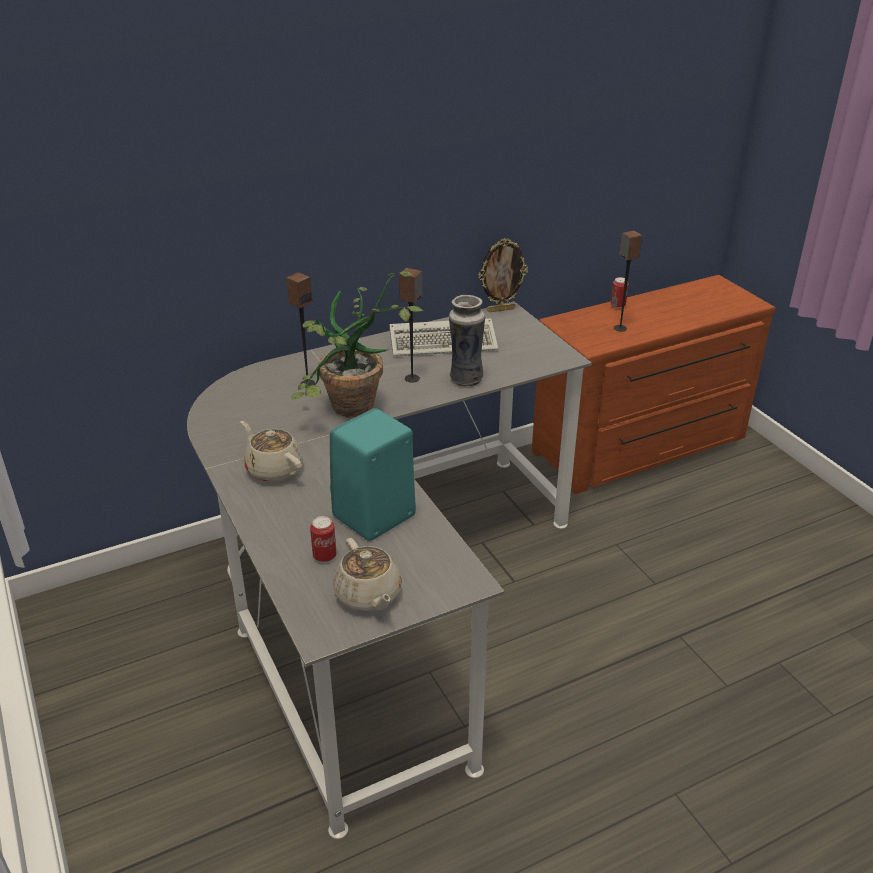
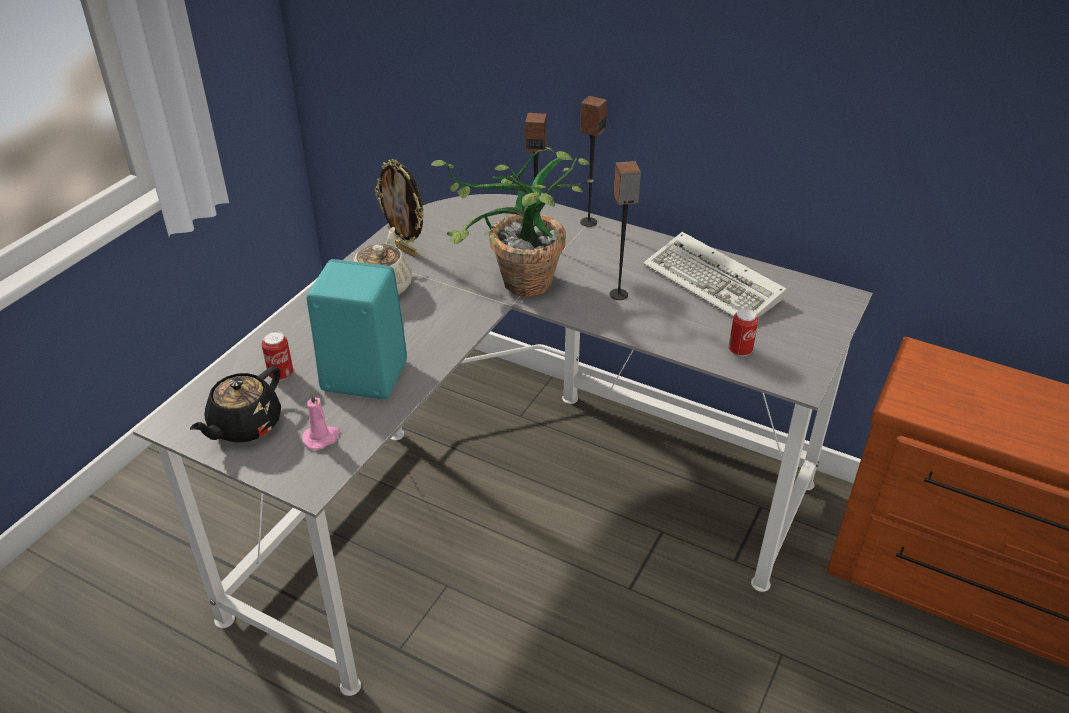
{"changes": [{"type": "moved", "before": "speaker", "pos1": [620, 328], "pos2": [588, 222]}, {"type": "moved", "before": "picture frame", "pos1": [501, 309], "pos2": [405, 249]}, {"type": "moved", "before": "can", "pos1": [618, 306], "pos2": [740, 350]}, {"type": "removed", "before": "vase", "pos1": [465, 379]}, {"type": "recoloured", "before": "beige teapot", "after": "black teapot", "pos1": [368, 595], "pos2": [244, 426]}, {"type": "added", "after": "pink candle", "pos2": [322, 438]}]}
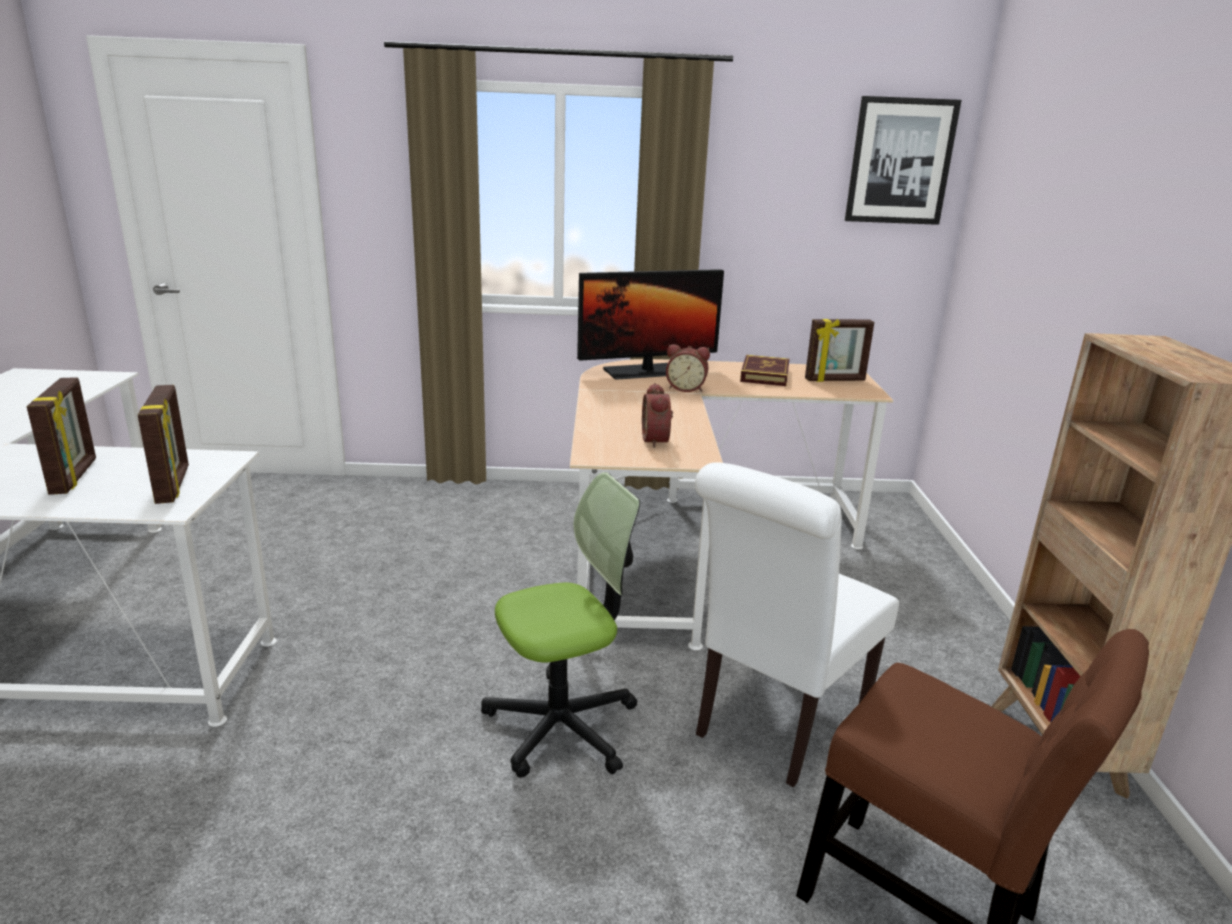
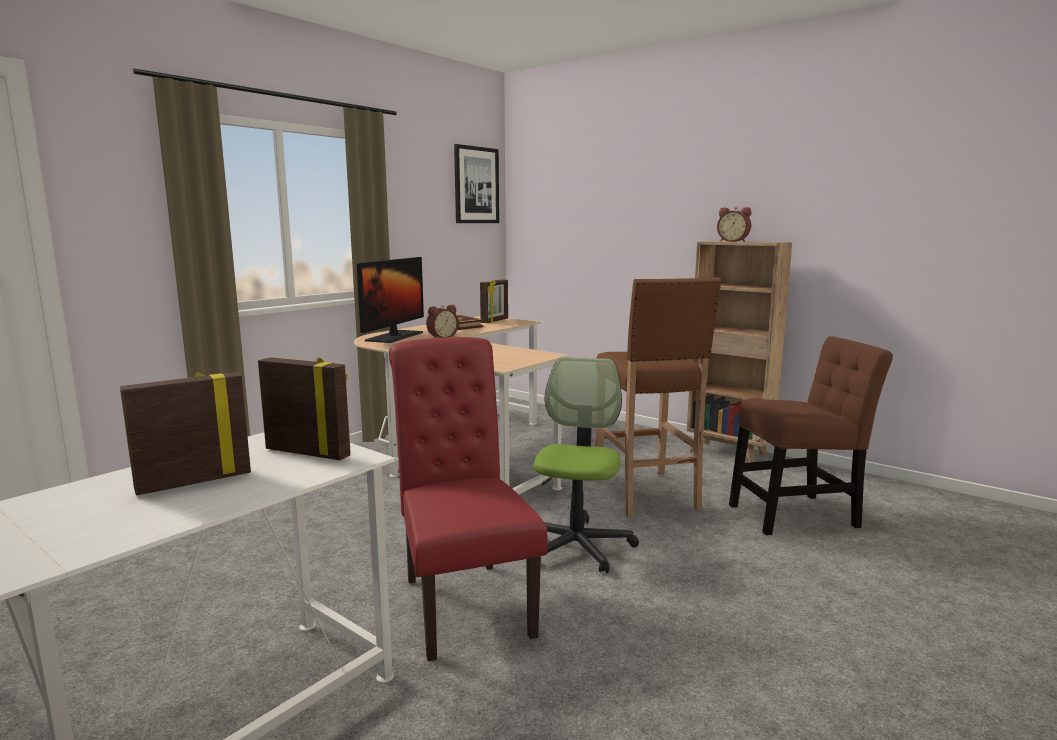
{"changes": [{"type": "turned", "before": "picture frame", "pos1": [75, 477], "pos2": [194, 481], "turn": -60}, {"type": "moved", "before": "alarm clock", "pos1": [658, 440], "pos2": [733, 241]}, {"type": "replaced", "before": "white chair", "after": "brown stool", "pos1": [776, 723], "pos2": [646, 494]}, {"type": "added", "after": "red chair", "pos2": [463, 601]}]}
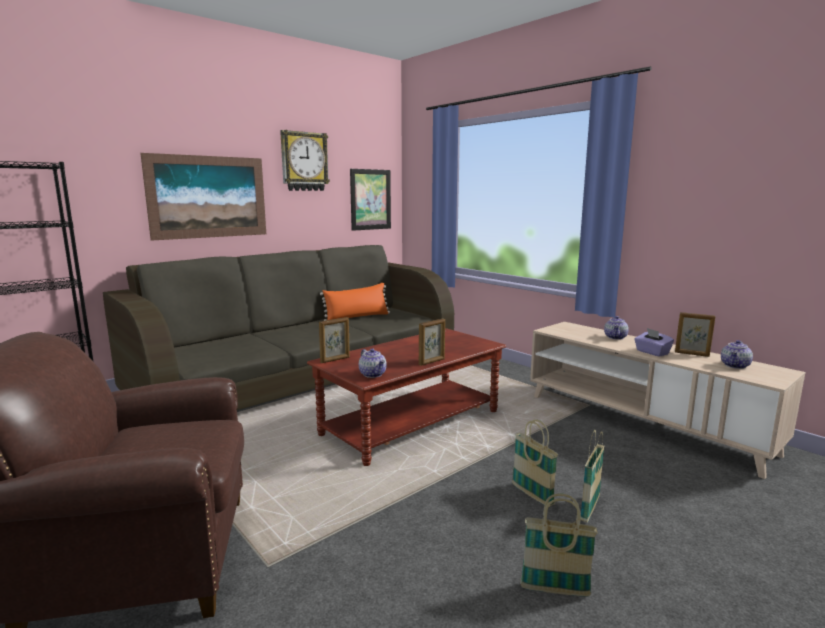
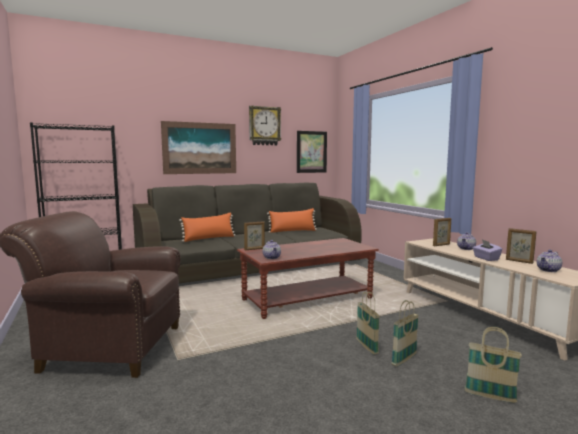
{"changes": [{"type": "moved", "before": "picture frame", "pos1": [432, 362], "pos2": [441, 245]}, {"type": "moved", "before": "basket", "pos1": [555, 590], "pos2": [490, 396]}, {"type": "added", "after": "orange pillow", "pos2": [209, 238]}]}
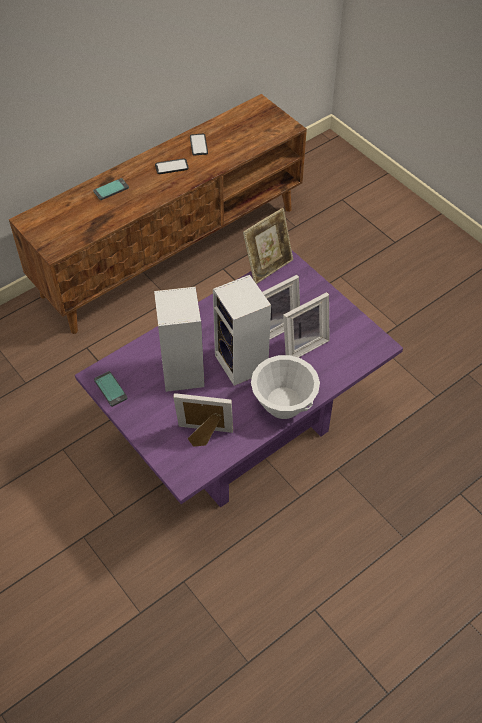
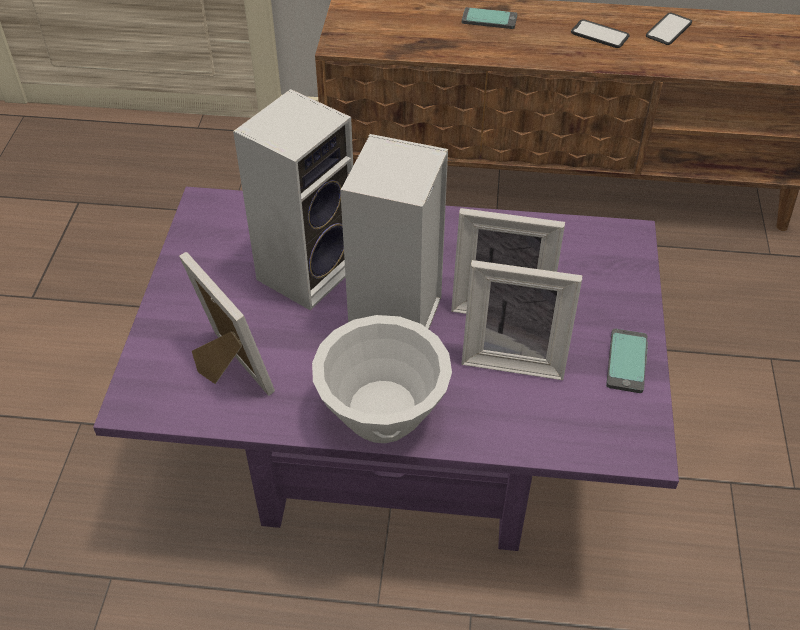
{"changes": [{"type": "removed", "before": "picture frame", "pos1": [268, 266]}, {"type": "moved", "before": "phone", "pos1": [111, 389], "pos2": [627, 361]}]}
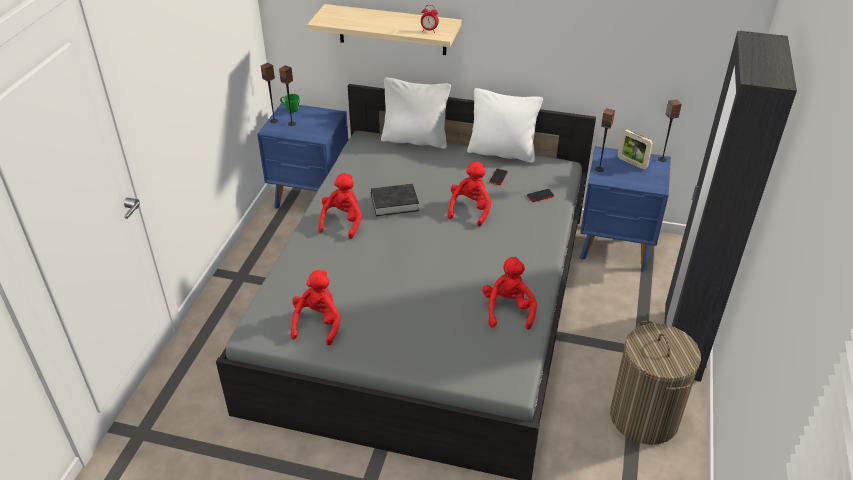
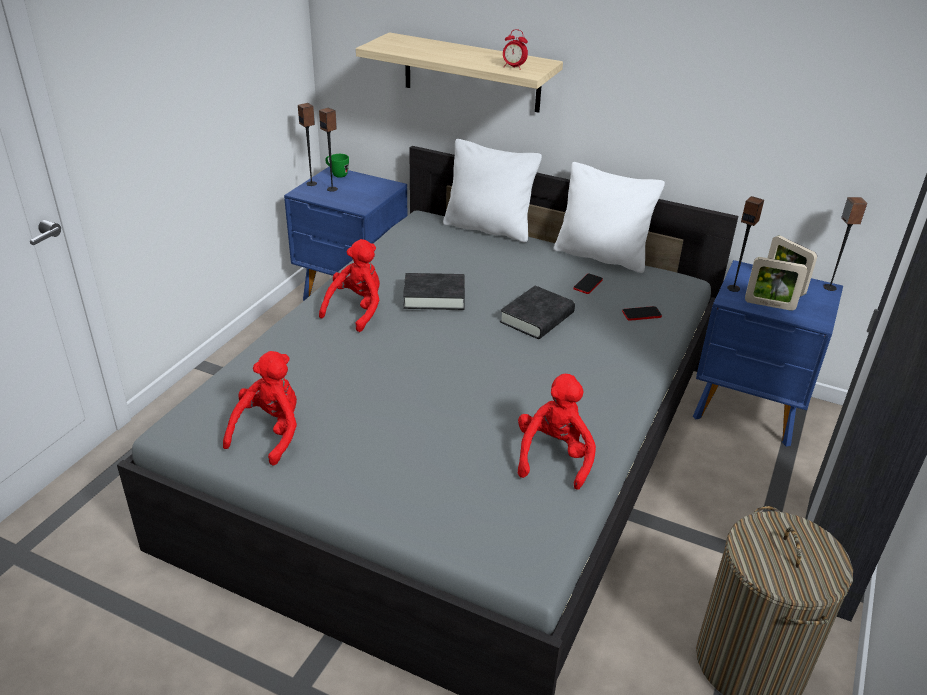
{"changes": [{"type": "replaced", "before": "red plush toy", "after": "black book", "pos1": [470, 209], "pos2": [537, 318]}, {"type": "added", "after": "picture frame", "pos2": [769, 305]}]}
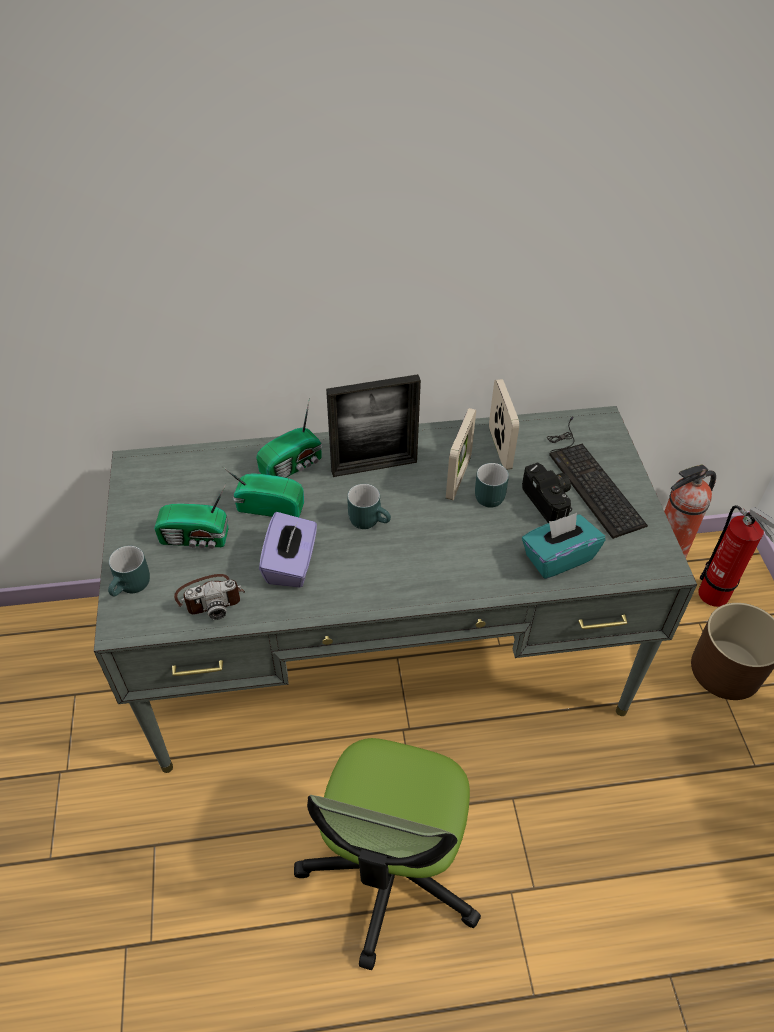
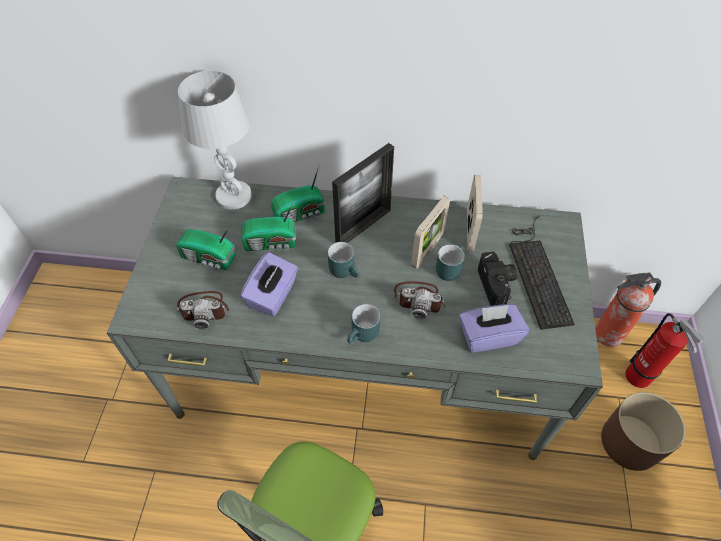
{"changes": [{"type": "turned", "before": "picture frame", "pos1": [374, 466], "pos2": [363, 227], "turn": -45}, {"type": "turned", "before": "radio", "pos1": [269, 506], "pos2": [272, 243], "turn": 150}, {"type": "recoloured", "before": "turquoise tissue box", "after": "purple tissue box", "pos1": [558, 557], "pos2": [488, 336]}, {"type": "moved", "before": "turquoise mug", "pos1": [132, 587], "pos2": [364, 336]}, {"type": "added", "after": "white table lamp", "pos2": [234, 196]}, {"type": "added", "after": "photo camera", "pos2": [419, 299]}]}
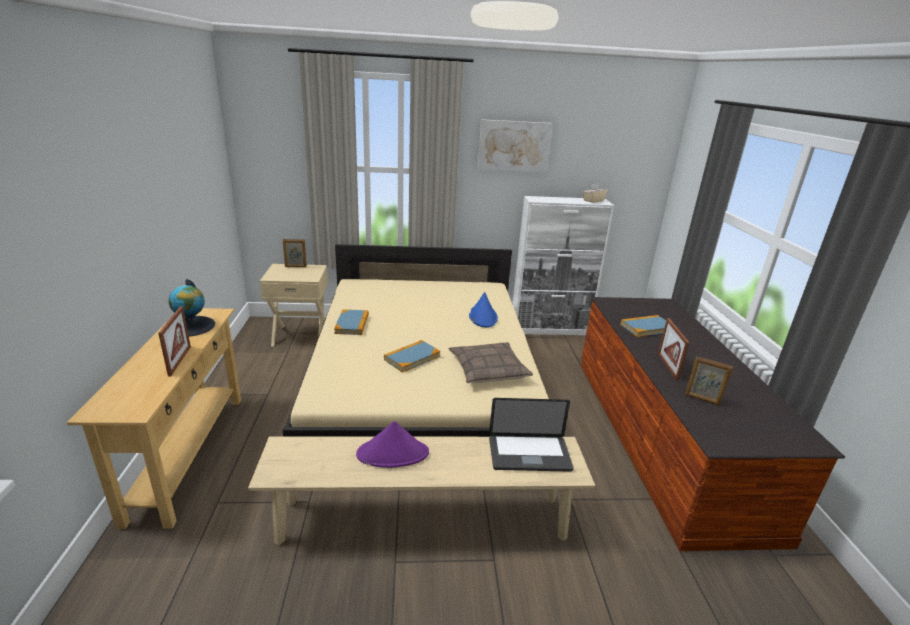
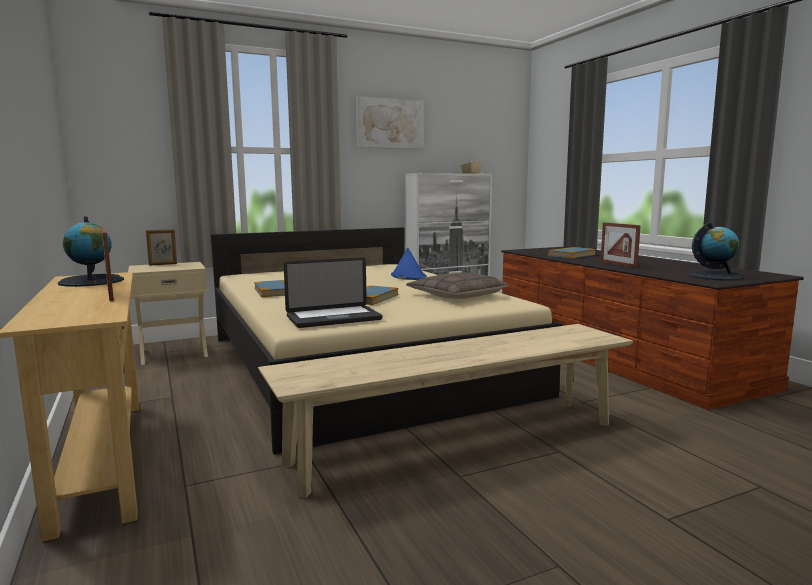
{"changes": [{"type": "removed", "before": "picture frame", "pos1": [702, 399]}, {"type": "moved", "before": "laptop", "pos1": [529, 454], "pos2": [334, 318]}, {"type": "removed", "before": "purple hat", "pos1": [393, 454]}, {"type": "added", "after": "globe", "pos2": [715, 276]}]}
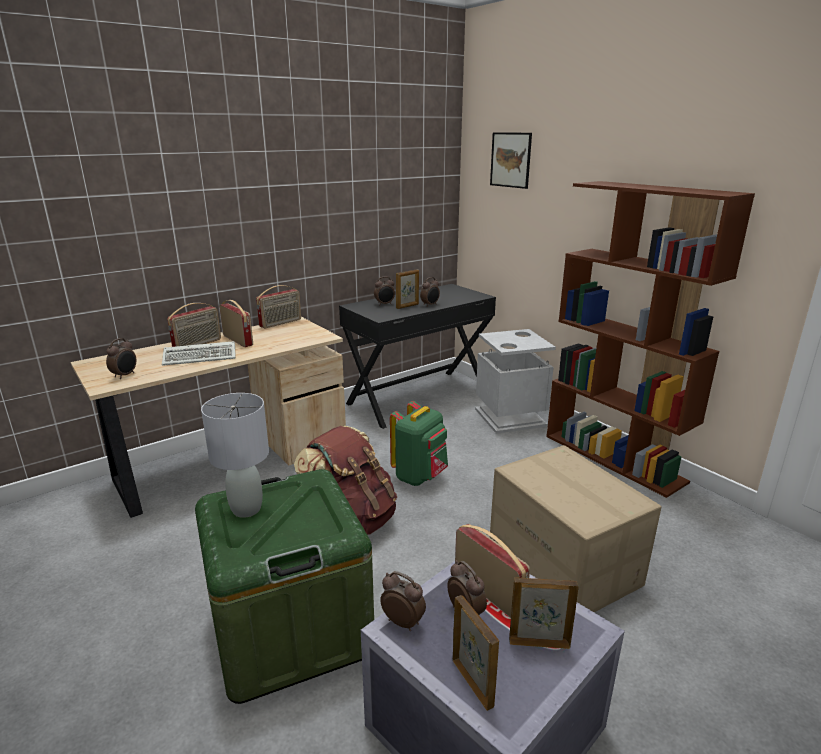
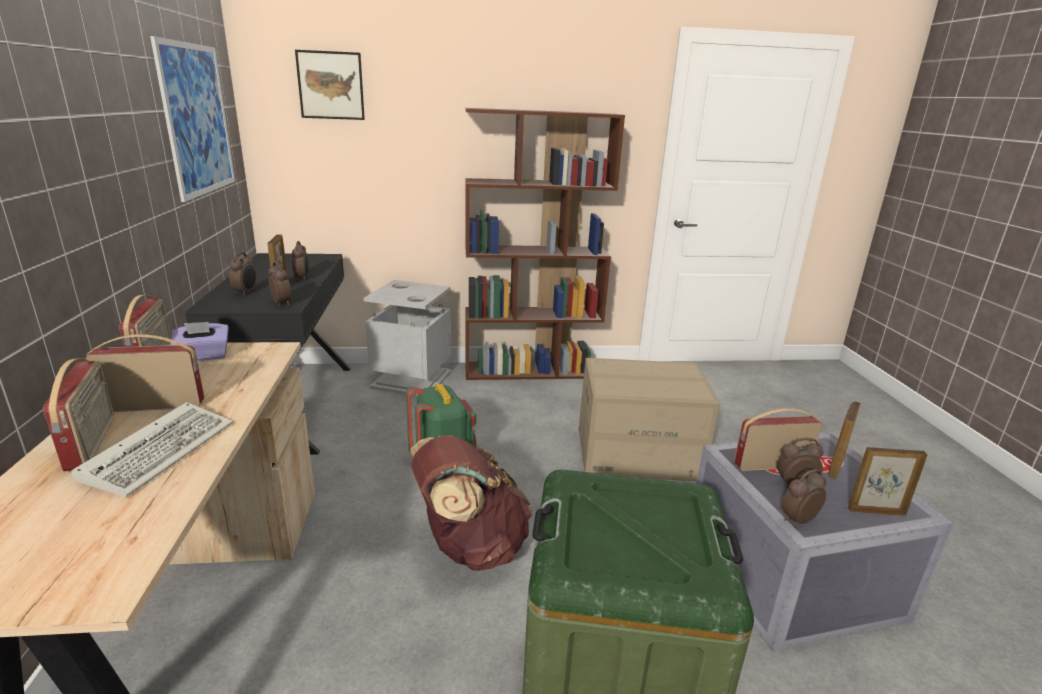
{"changes": [{"type": "moved", "before": "alarm clock", "pos1": [125, 375], "pos2": [282, 303]}, {"type": "removed", "before": "grey table lamp", "pos1": [246, 509]}, {"type": "added", "after": "picture", "pos2": [197, 119]}, {"type": "added", "after": "purple tissue box", "pos2": [203, 356]}]}
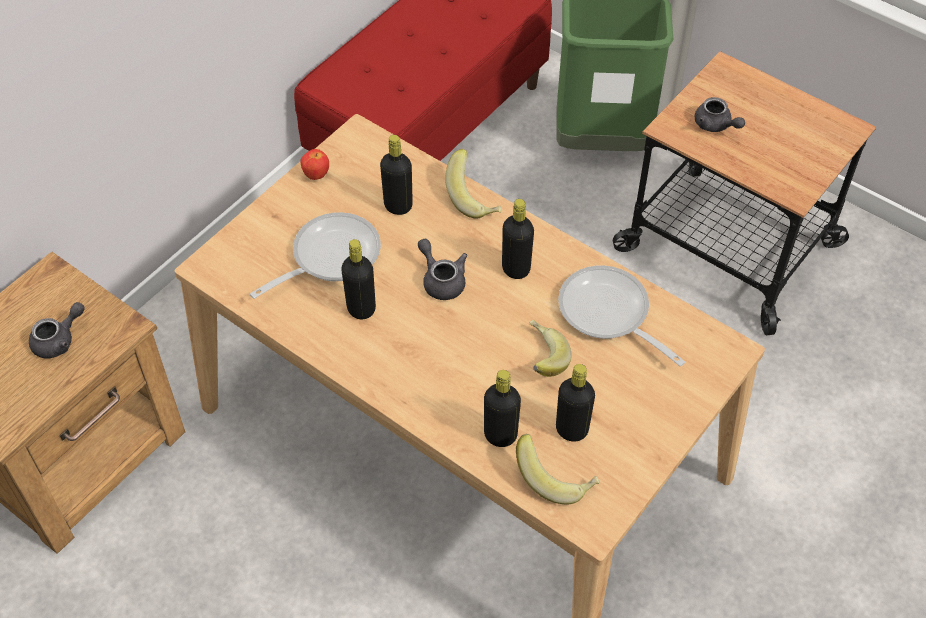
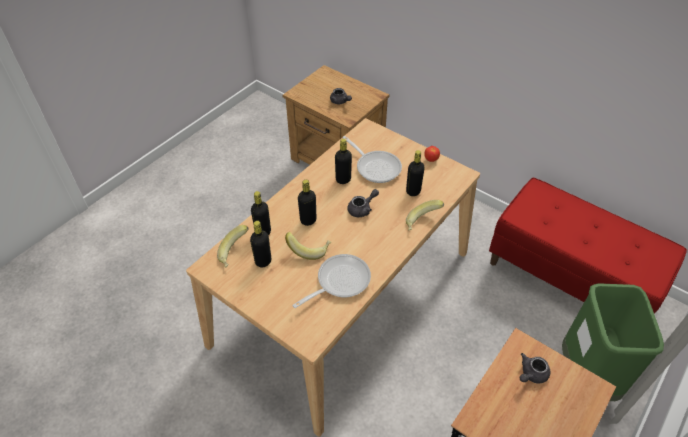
{"changes": [{"type": "moved", "before": "black bottle", "pos1": [516, 269], "pos2": [308, 220]}]}
